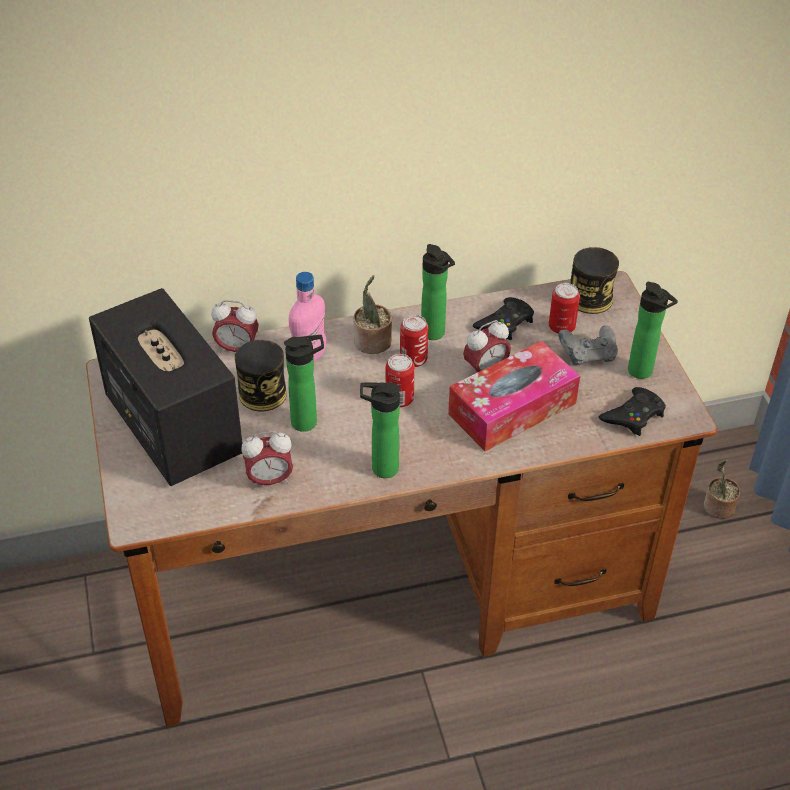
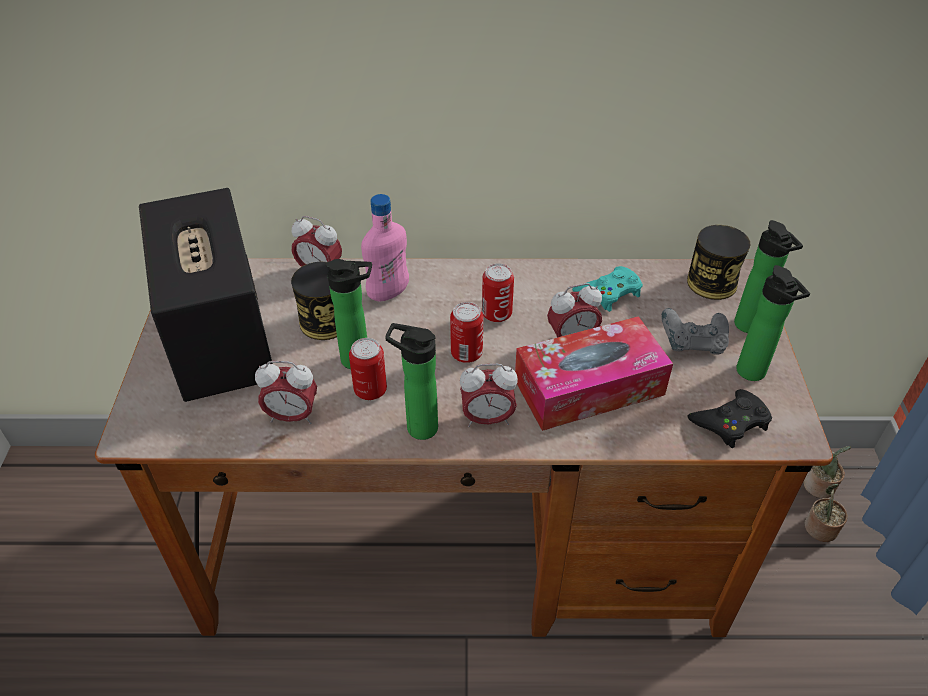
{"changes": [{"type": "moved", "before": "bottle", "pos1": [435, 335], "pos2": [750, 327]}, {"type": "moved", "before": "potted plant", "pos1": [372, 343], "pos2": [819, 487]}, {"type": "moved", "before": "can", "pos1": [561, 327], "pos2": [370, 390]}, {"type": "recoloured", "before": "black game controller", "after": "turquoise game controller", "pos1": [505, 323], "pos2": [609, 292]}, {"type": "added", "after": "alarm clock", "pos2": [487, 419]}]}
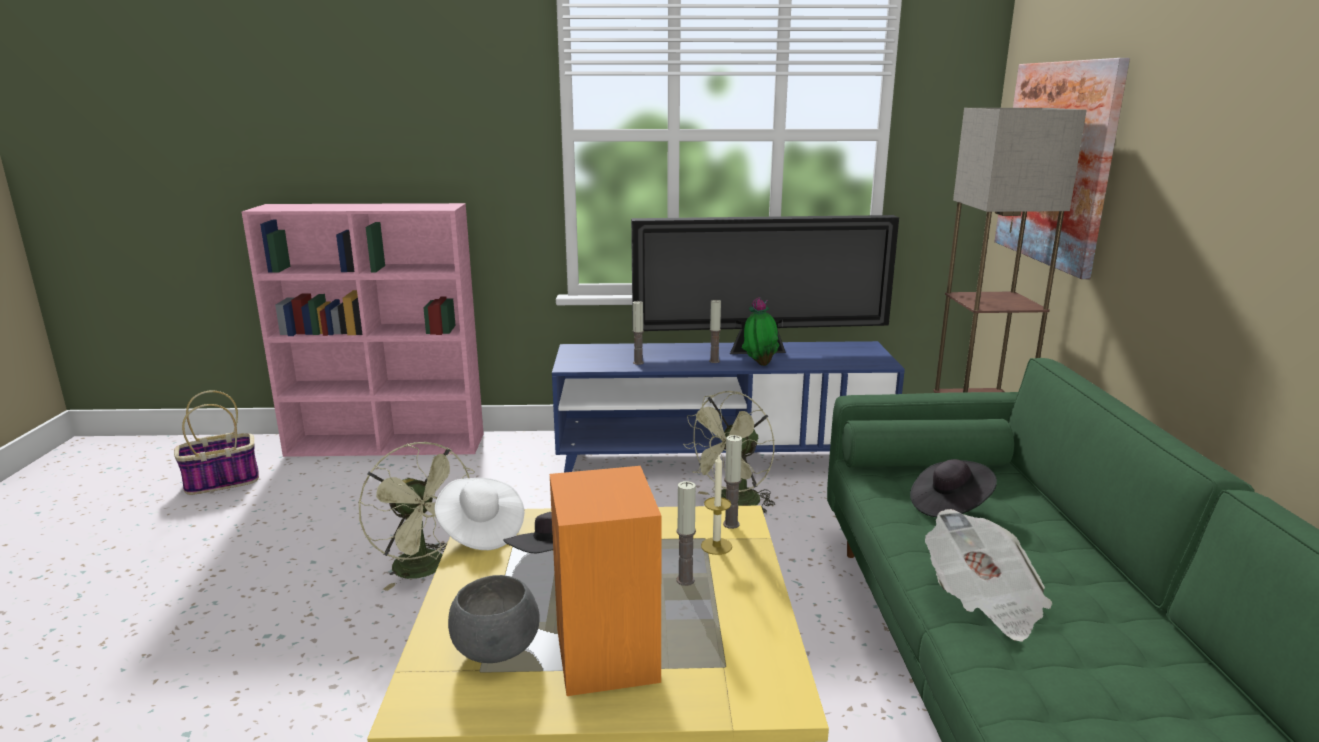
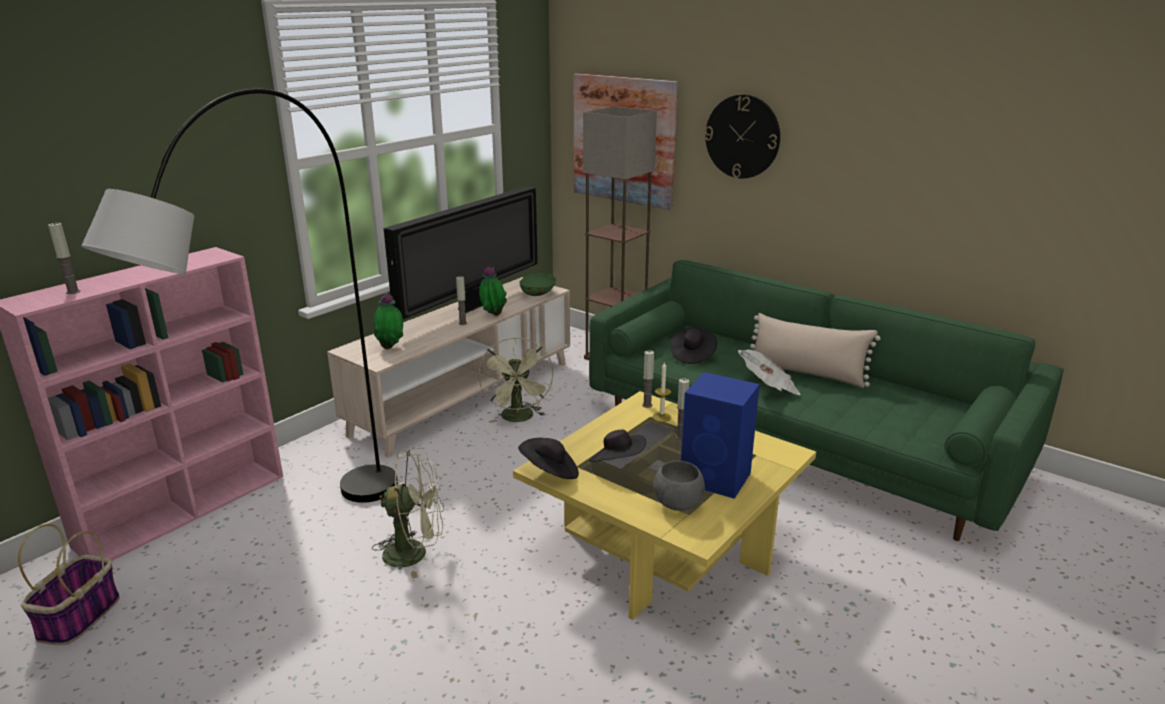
{"changes": [{"type": "moved", "before": "candle", "pos1": [638, 362], "pos2": [73, 292]}, {"type": "recoloured", "before": "blue tv stand", "after": "beige tv stand", "pos1": [721, 459], "pos2": [464, 397]}, {"type": "recoloured", "before": "orange speaker", "after": "blue speaker", "pos1": [607, 656], "pos2": [717, 478]}, {"type": "recoloured", "before": "white hat", "after": "black hat", "pos1": [480, 531], "pos2": [550, 472]}, {"type": "added", "after": "grey floor lamp", "pos2": [298, 548]}, {"type": "added", "after": "wall clock", "pos2": [742, 136]}, {"type": "added", "after": "green bowl", "pos2": [538, 294]}, {"type": "added", "after": "potted plant", "pos2": [391, 347]}, {"type": "added", "after": "beige pillow", "pos2": [806, 373]}]}
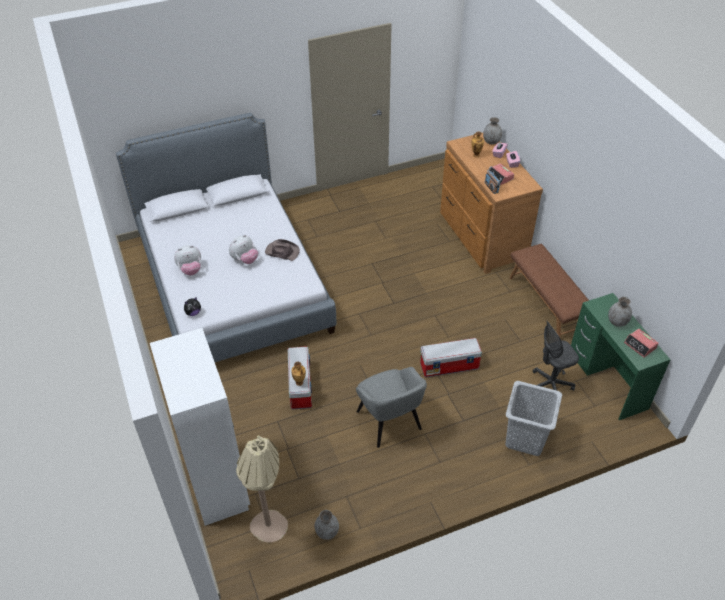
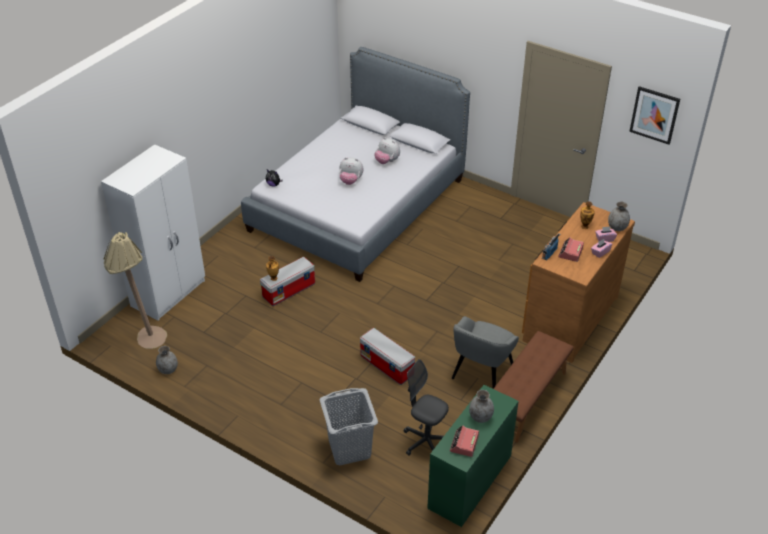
{"changes": [{"type": "removed", "before": "brown hat", "pos1": [282, 251]}, {"type": "moved", "before": "plush toy", "pos1": [190, 270], "pos2": [387, 161]}, {"type": "moved", "before": "grey armchair", "pos1": [389, 421], "pos2": [482, 373]}, {"type": "added", "after": "picture", "pos2": [654, 115]}]}
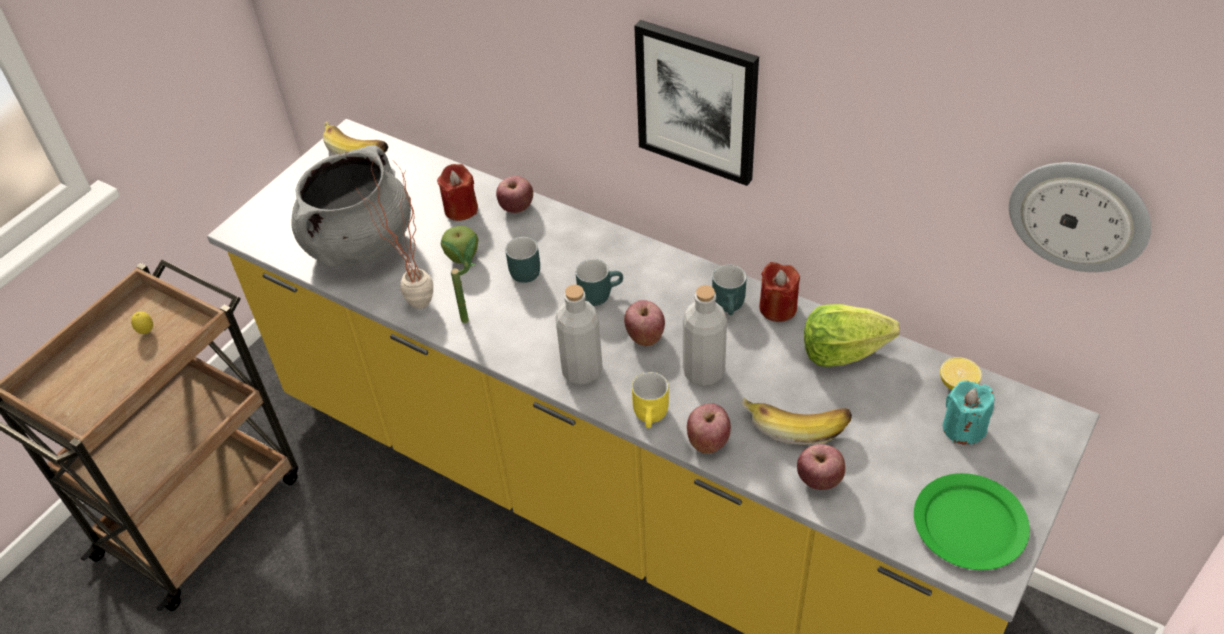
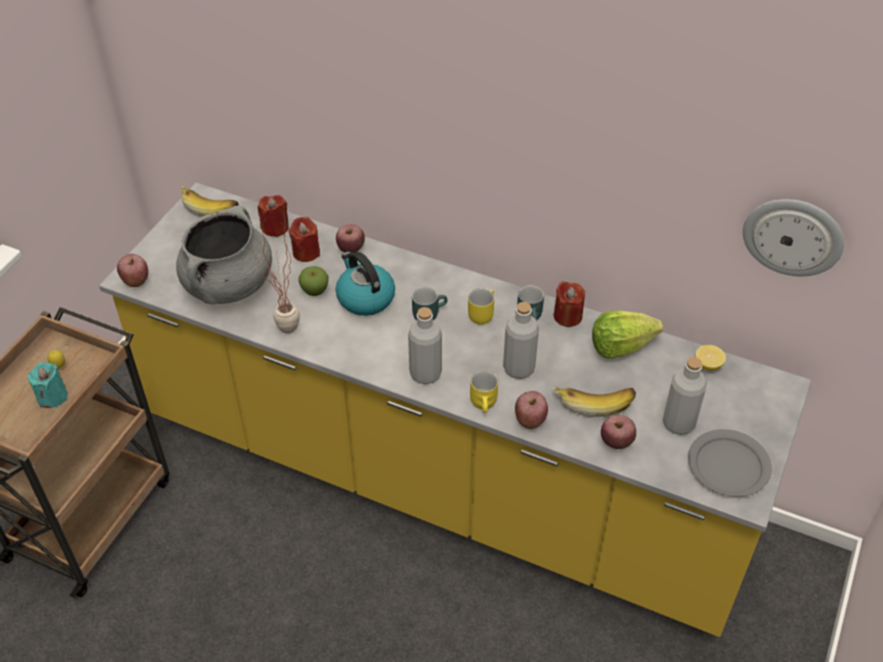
{"changes": [{"type": "removed", "before": "picture", "pos1": [697, 101]}, {"type": "removed", "before": "potted plant", "pos1": [473, 318]}, {"type": "replaced", "before": "turquoise mug", "after": "kettle", "pos1": [522, 269], "pos2": [365, 298]}, {"type": "moved", "before": "apple", "pos1": [645, 336], "pos2": [136, 280]}, {"type": "moved", "before": "turquoise candle", "pos1": [963, 428], "pos2": [52, 396]}, {"type": "recoloured", "before": "green plate", "after": "grey plate", "pos1": [970, 525], "pos2": [729, 465]}, {"type": "added", "after": "red candle", "pos2": [275, 228]}, {"type": "added", "after": "yellow mug", "pos2": [481, 313]}, {"type": "added", "after": "grey bottle", "pos2": [678, 423]}]}
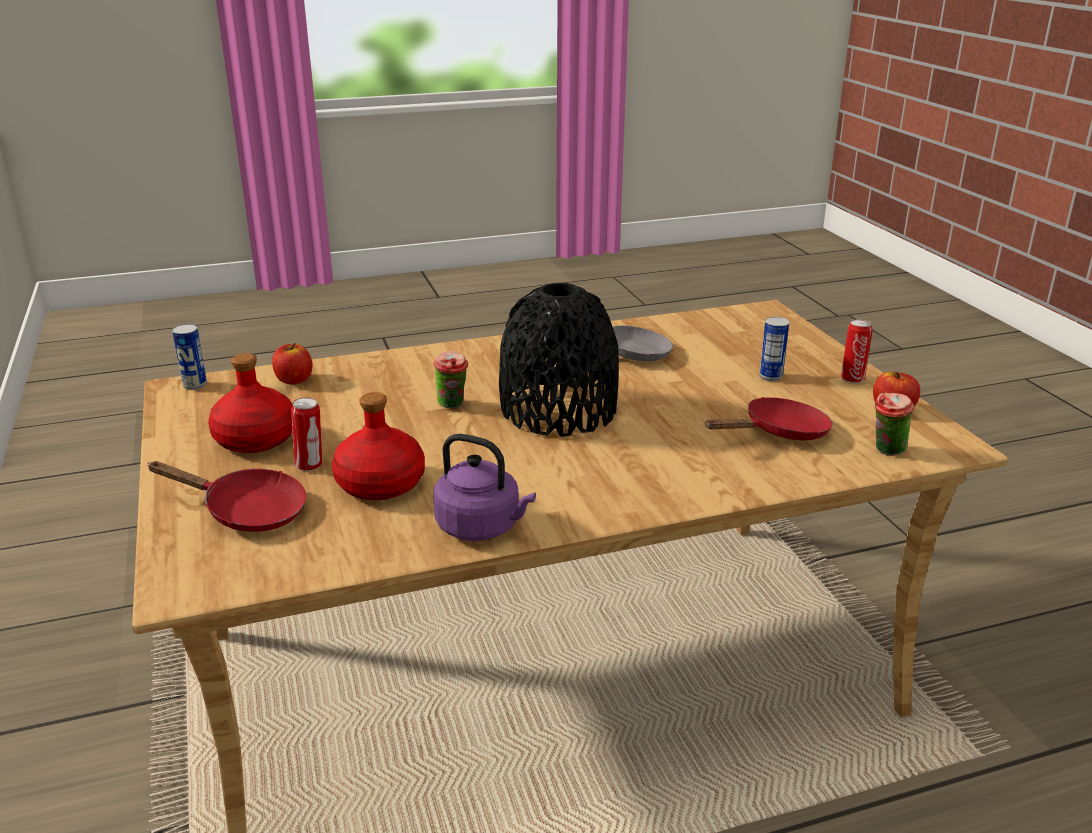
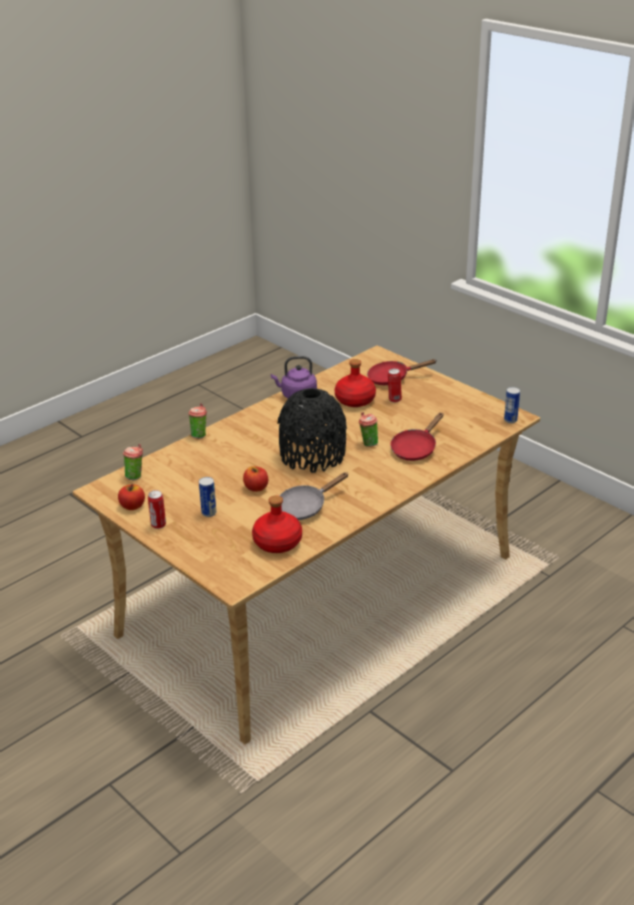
{"changes": [{"type": "moved", "before": "apple", "pos1": [294, 380], "pos2": [256, 488]}, {"type": "moved", "before": "red bottle", "pos1": [257, 439], "pos2": [277, 542]}, {"type": "moved", "before": "red frying pan", "pos1": [779, 432], "pos2": [415, 448]}, {"type": "added", "after": "cup", "pos2": [199, 435]}]}
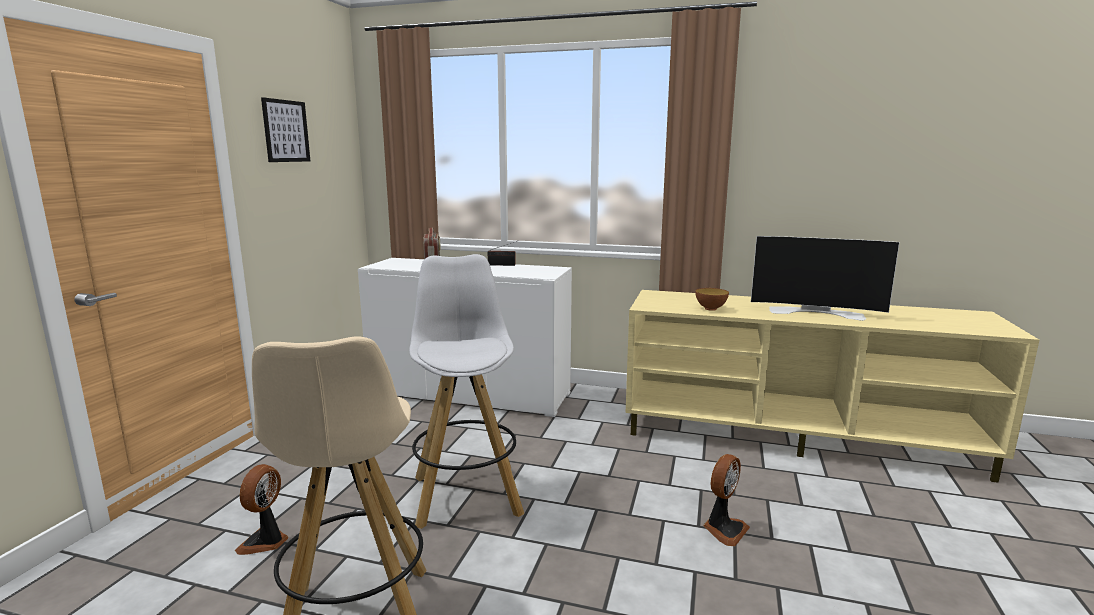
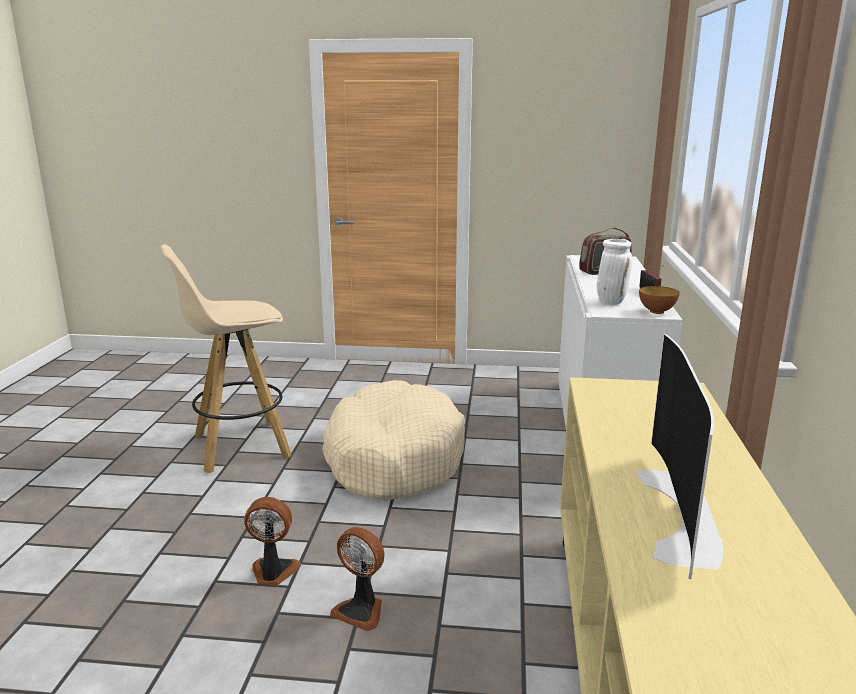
{"changes": [{"type": "removed", "before": "picture", "pos1": [286, 131]}, {"type": "replaced", "before": "white stool", "after": "beige dog bed", "pos1": [466, 494], "pos2": [393, 458]}, {"type": "moved", "before": "bowl", "pos1": [710, 309], "pos2": [656, 312]}, {"type": "moved", "before": "fan", "pos1": [265, 542], "pos2": [273, 573]}, {"type": "added", "after": "white vase", "pos2": [611, 301]}]}
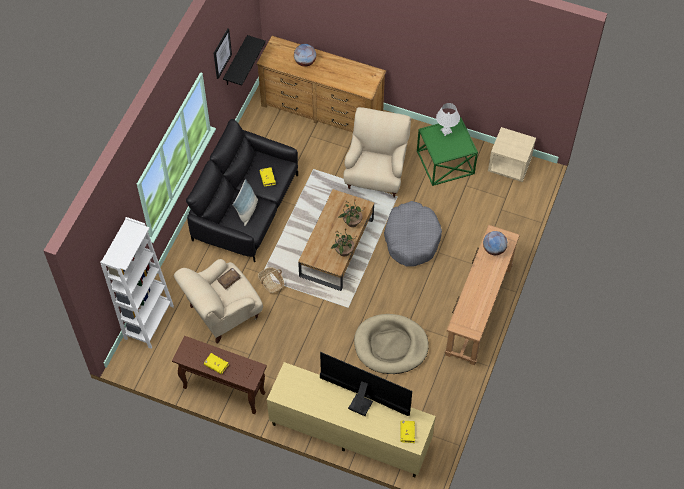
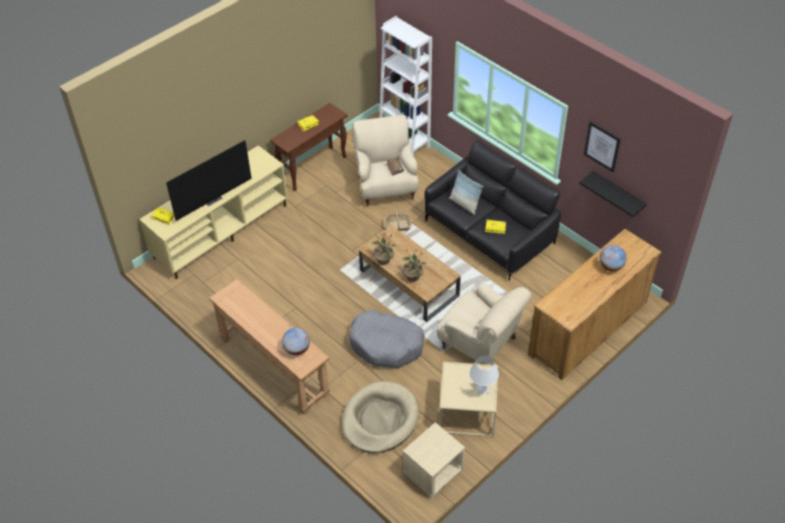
{"changes": [{"type": "recoloured", "before": "green side table", "after": "beige side table", "pos1": [445, 162], "pos2": [466, 412]}, {"type": "moved", "before": "beige dog bed", "pos1": [390, 345], "pos2": [380, 419]}]}
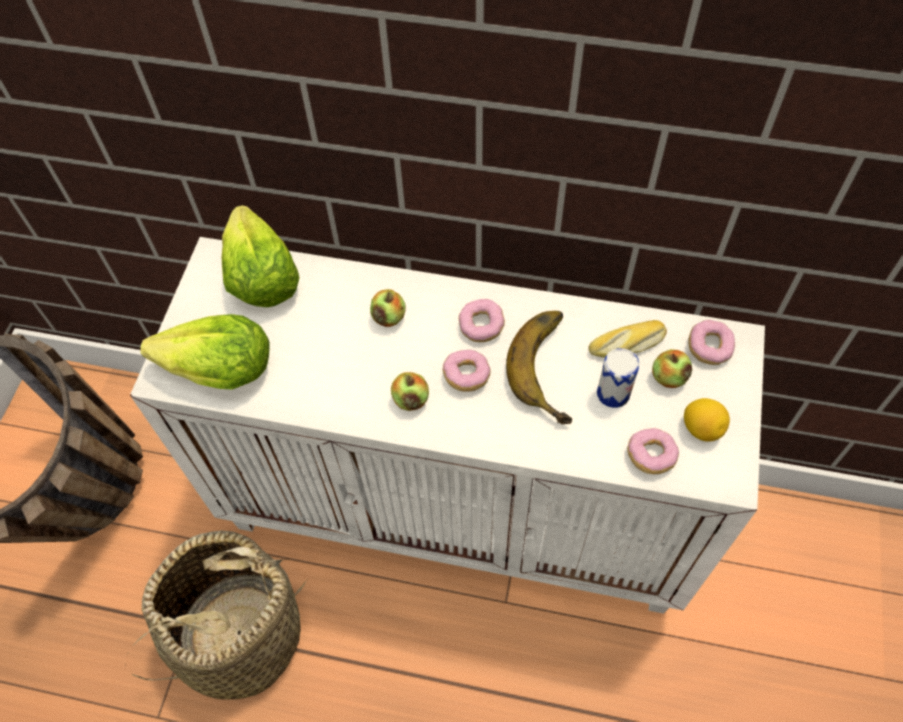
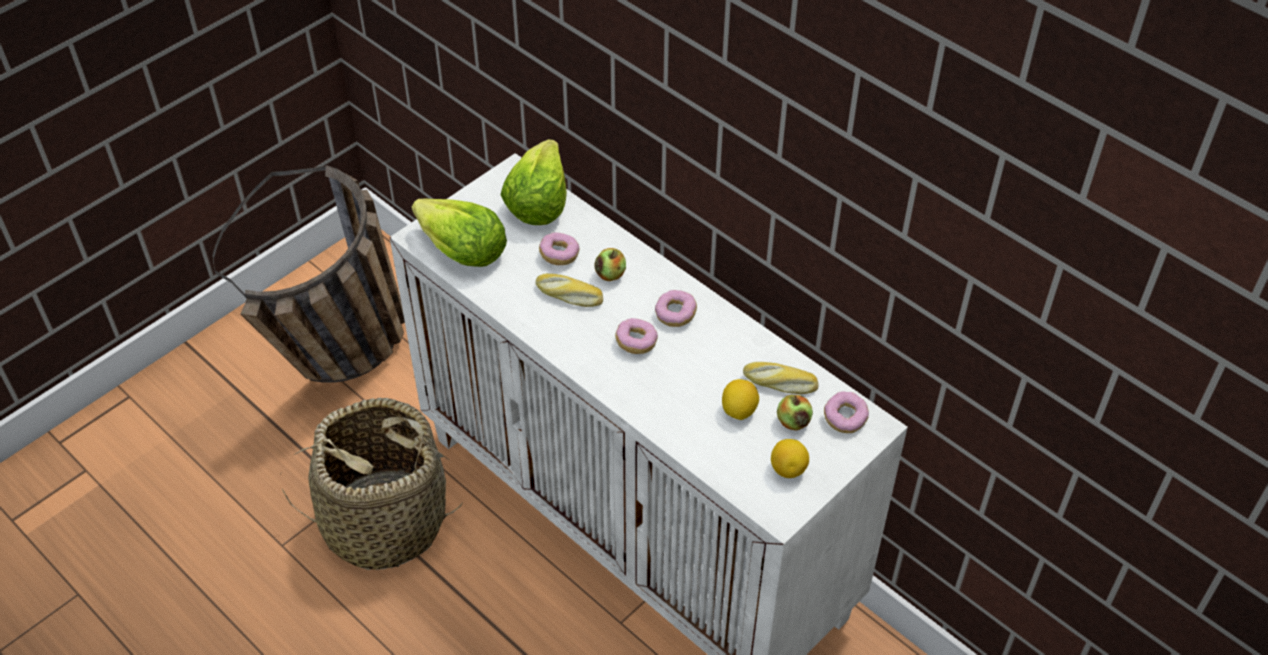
{"changes": [{"type": "removed", "before": "banana", "pos1": [554, 368]}, {"type": "replaced", "before": "can", "after": "lemon", "pos1": [613, 393], "pos2": [739, 410]}, {"type": "removed", "before": "apple", "pos1": [411, 399]}, {"type": "moved", "before": "donut", "pos1": [651, 456], "pos2": [559, 255]}, {"type": "added", "after": "bread", "pos2": [568, 296]}]}
